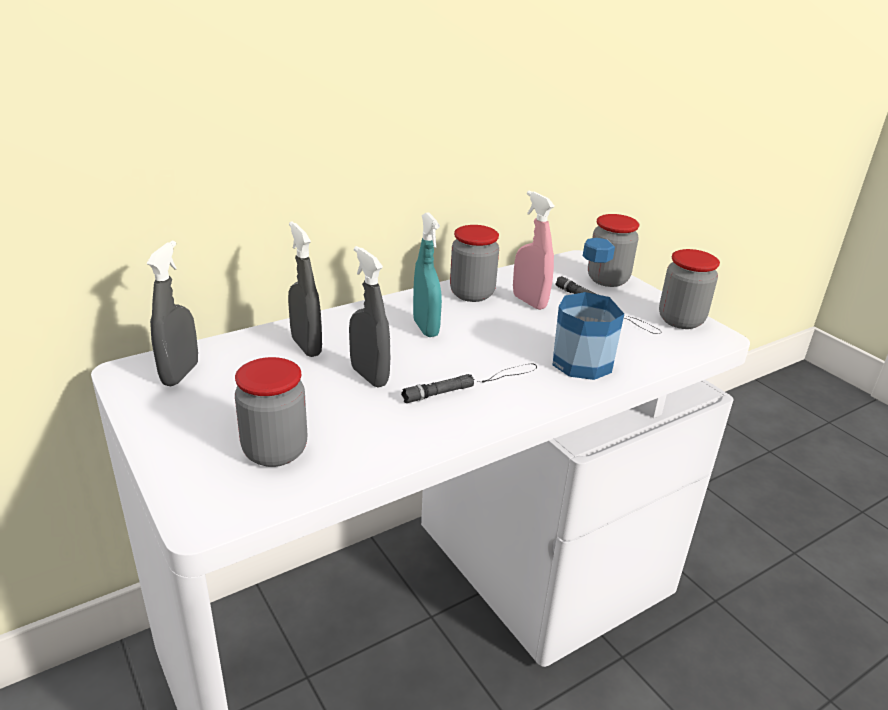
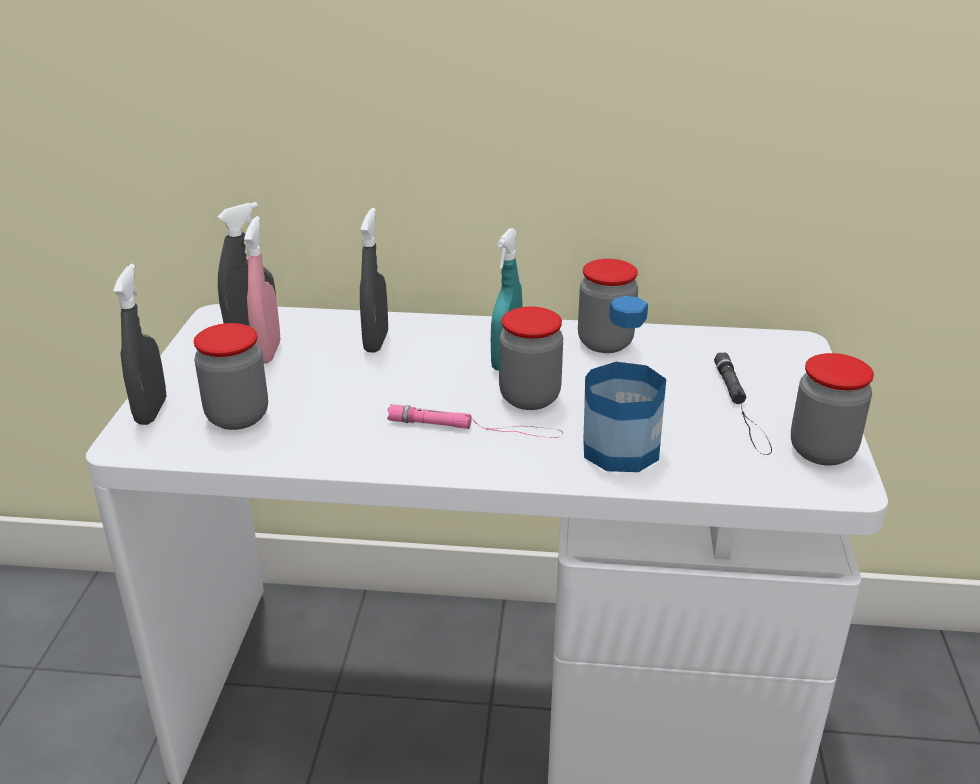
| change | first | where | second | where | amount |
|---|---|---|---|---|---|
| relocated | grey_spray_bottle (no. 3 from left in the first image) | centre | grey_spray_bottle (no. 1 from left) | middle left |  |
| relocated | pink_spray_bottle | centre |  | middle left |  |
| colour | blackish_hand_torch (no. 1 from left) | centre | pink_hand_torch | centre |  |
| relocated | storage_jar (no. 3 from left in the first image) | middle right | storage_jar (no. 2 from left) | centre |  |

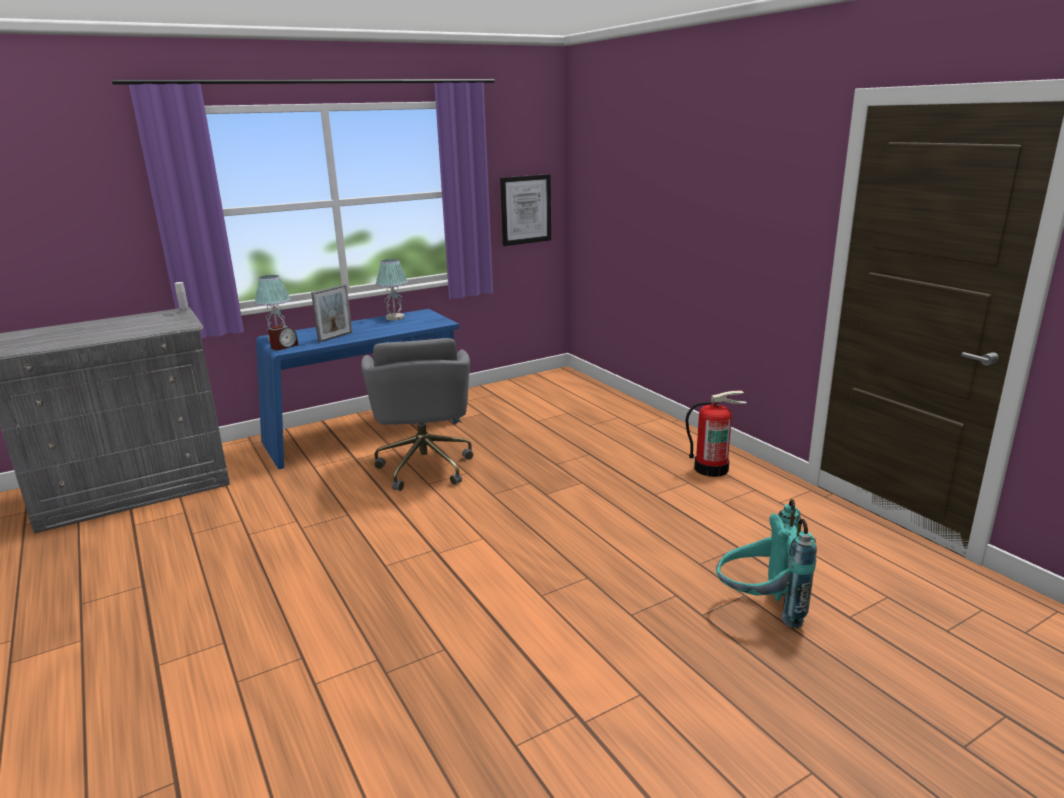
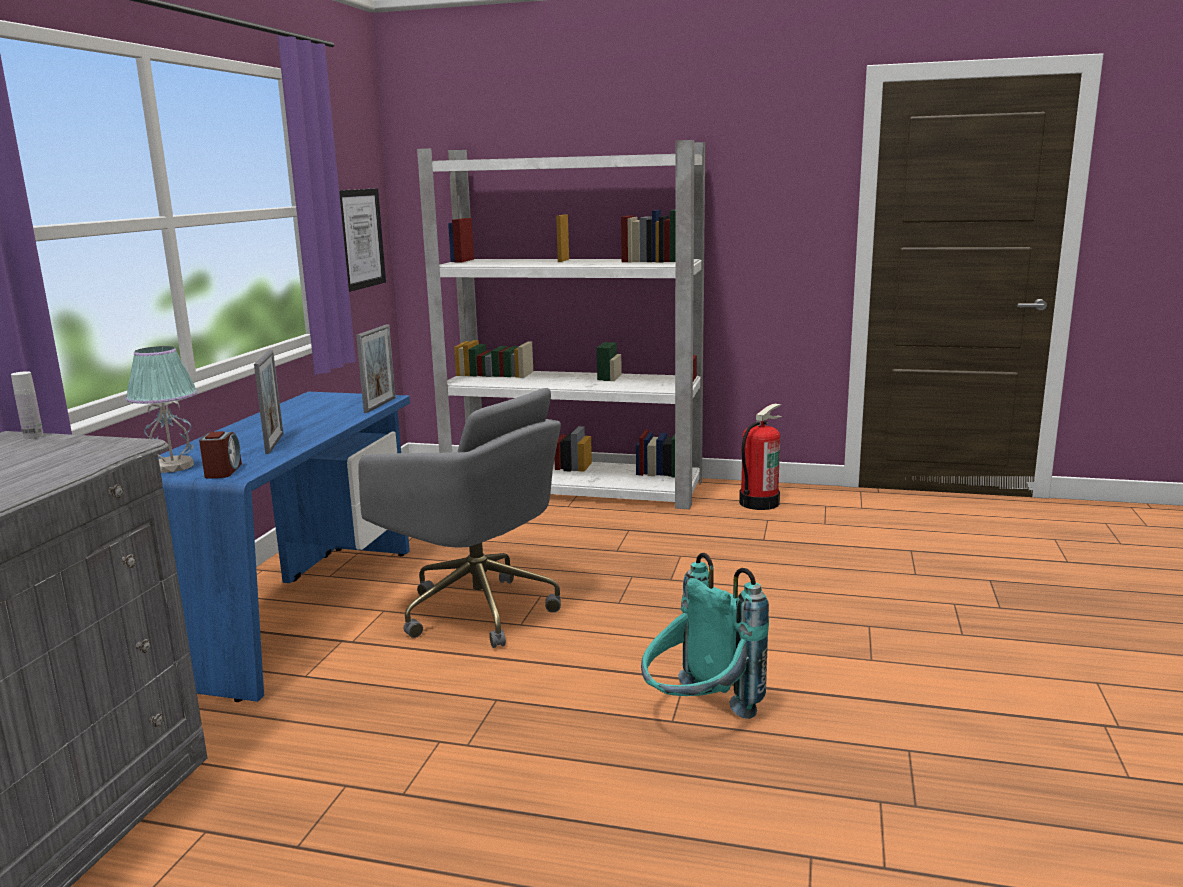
| change | first | where | second | where | amount |
|---|---|---|---|---|---|
| appeared |  |  | standing_frame (no. 2 from left) | middle left |  |
| appeared |  |  | white_shelving_unit | centre |  |
| relocated | blue-green_knapsack | bottom right |  | bottom centre |  |
| missing | lamp_for_a_table (no. 2 from left) | centre |  |  |  |

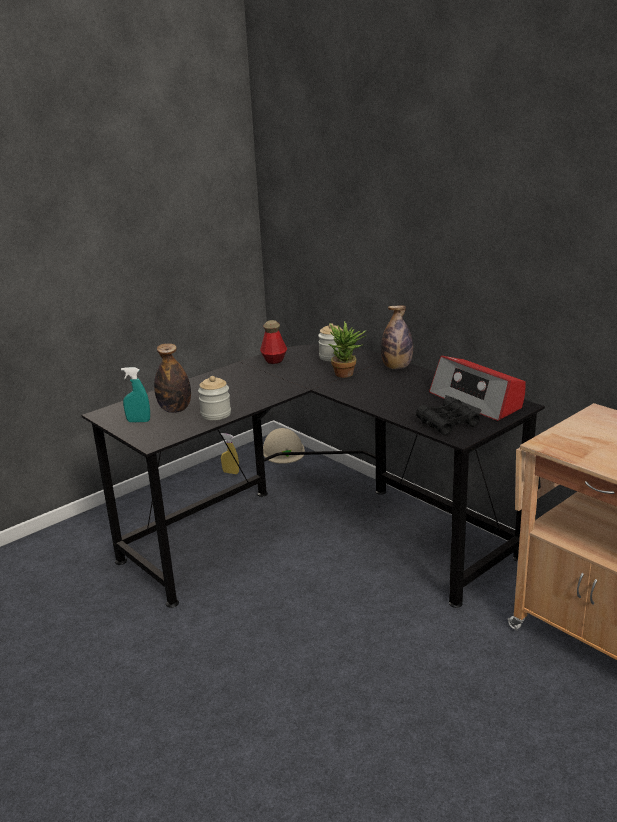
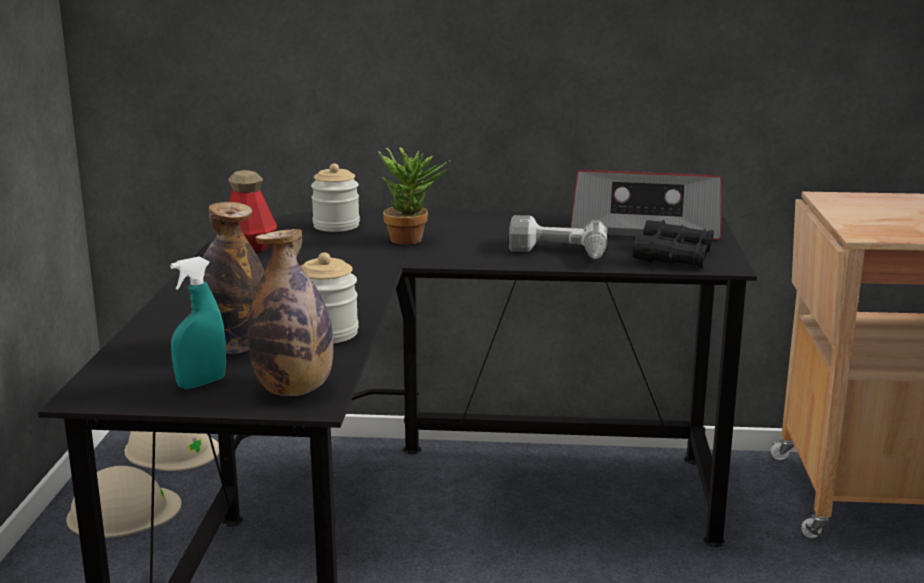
| change | first | where | second | where | amount |
|---|---|---|---|---|---|
| exchanged | yellow-coloured_spray_bottle | centre | beige-coloured_work_helmet (no. 1 from left) | bottom left |  |
| relocated | drink_bottle (no. 3 from left) | centre |  | middle left |  |
| appeared |  |  | power_drill | centre |  |

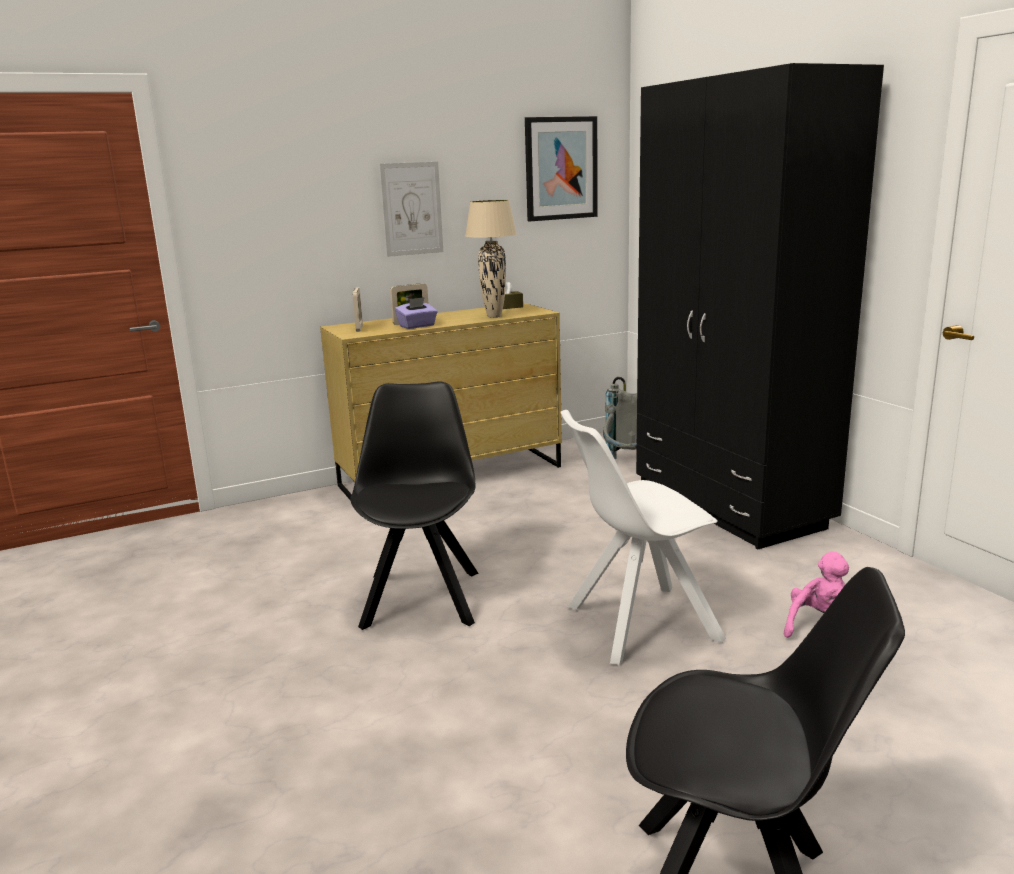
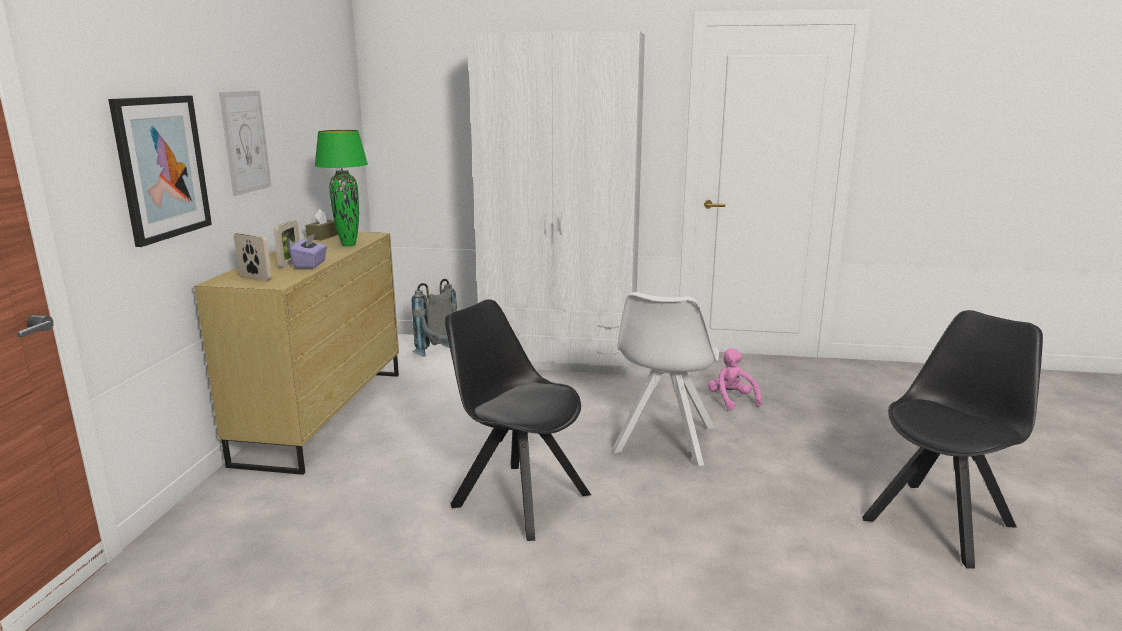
| change | first | where | second | where | amount |
|---|---|---|---|---|---|
| relocated | wall_picture (no. 2 from left in the first image) | top centre | wall_picture (no. 1 from left) | top left |  |
| colour | beige-coloured_lamp_for_a_table | top centre | green_lamp_for_a_table | top left |  |
| colour | blackish_clothes_cupboard | middle right | white_clothes_cupboard | top centre |  |

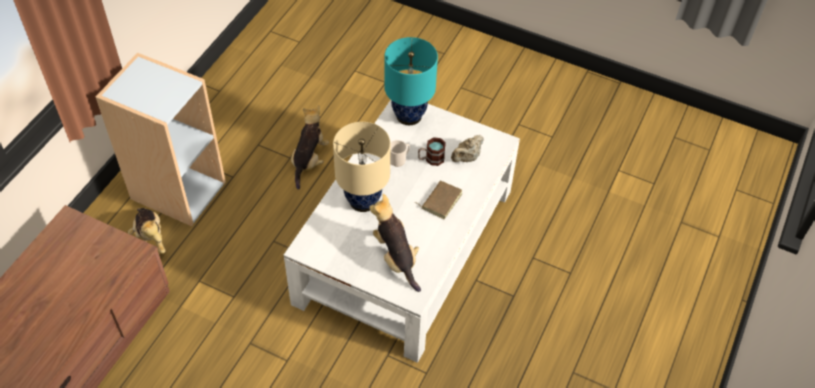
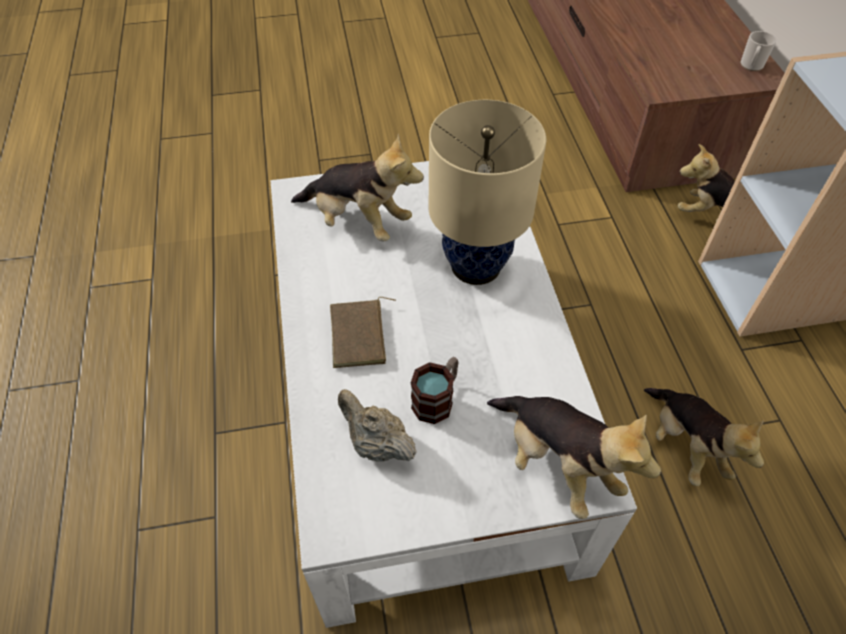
| change | first | where | second | where | amount |
|---|---|---|---|---|---|
| spun | beige-coloured_tea_pot | centre |  | bottom centre | 60 degrees counterclockwise |
| exchanged | blue-green_lamp_for_a_table | top centre | cuddly_toy (no. 2 from left) | bottom right |  |
| relocated | tea_mug (no. 1 from left in the first image) | centre | tea_mug (no. 2 from left) | top right |  |

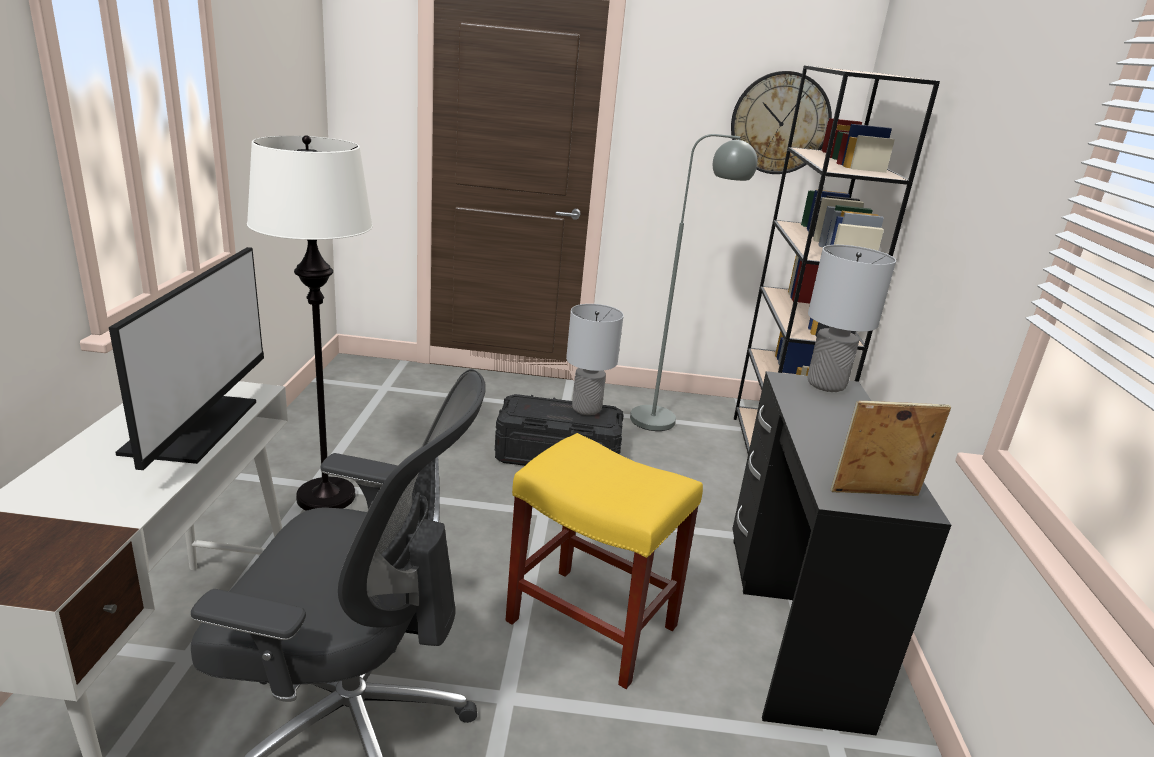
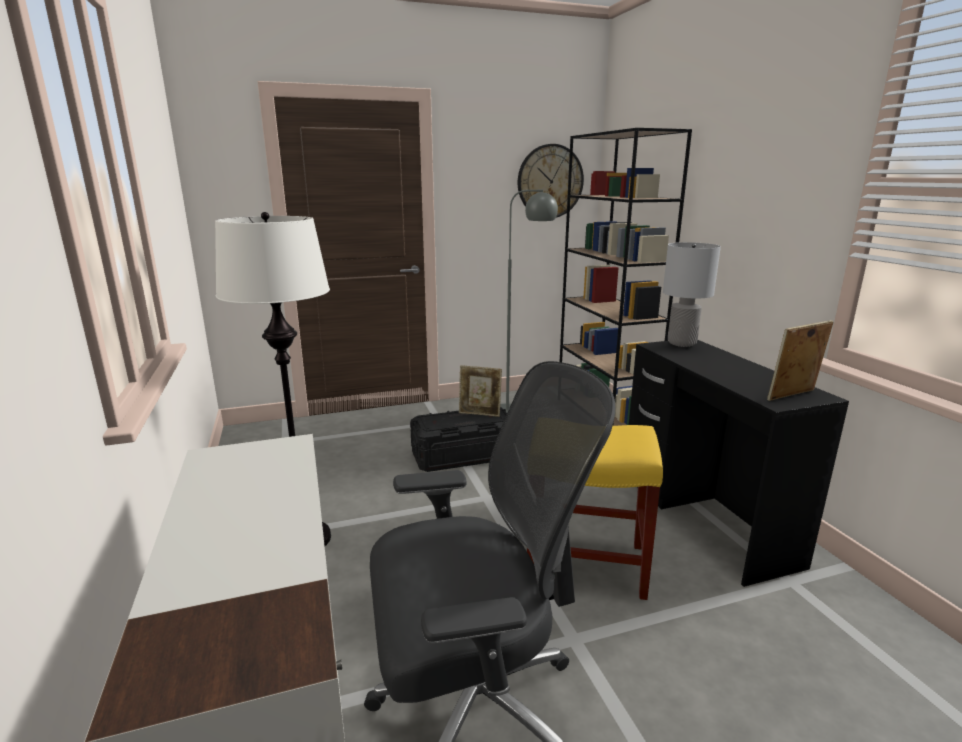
| change | first | where | second | where | amount |
|---|---|---|---|---|---|
| exchanged | grey_lamp_for_a_table (no. 1 from left) | centre | standing_frame (no. 1 from left) | centre |  |
| missing | computer_screen | middle left |  |  |  |

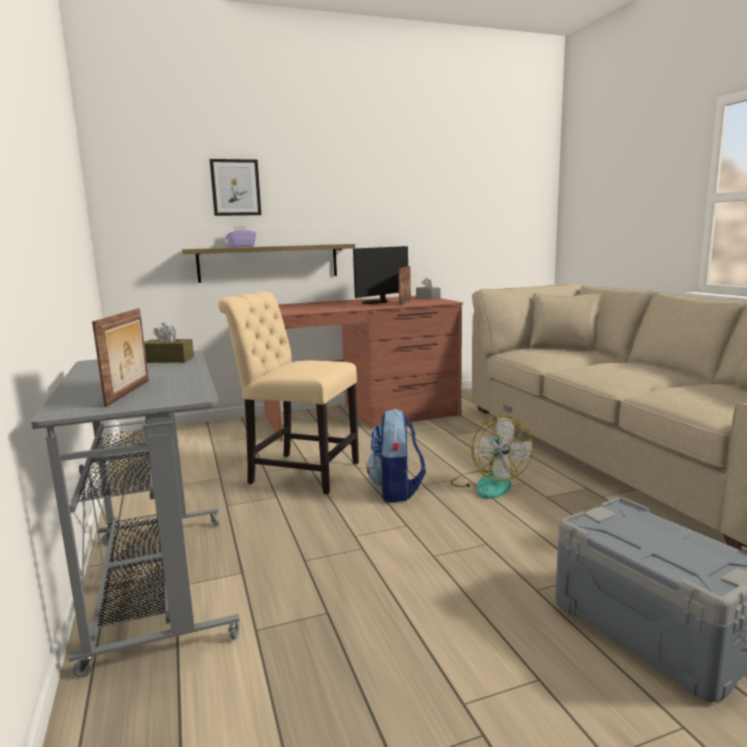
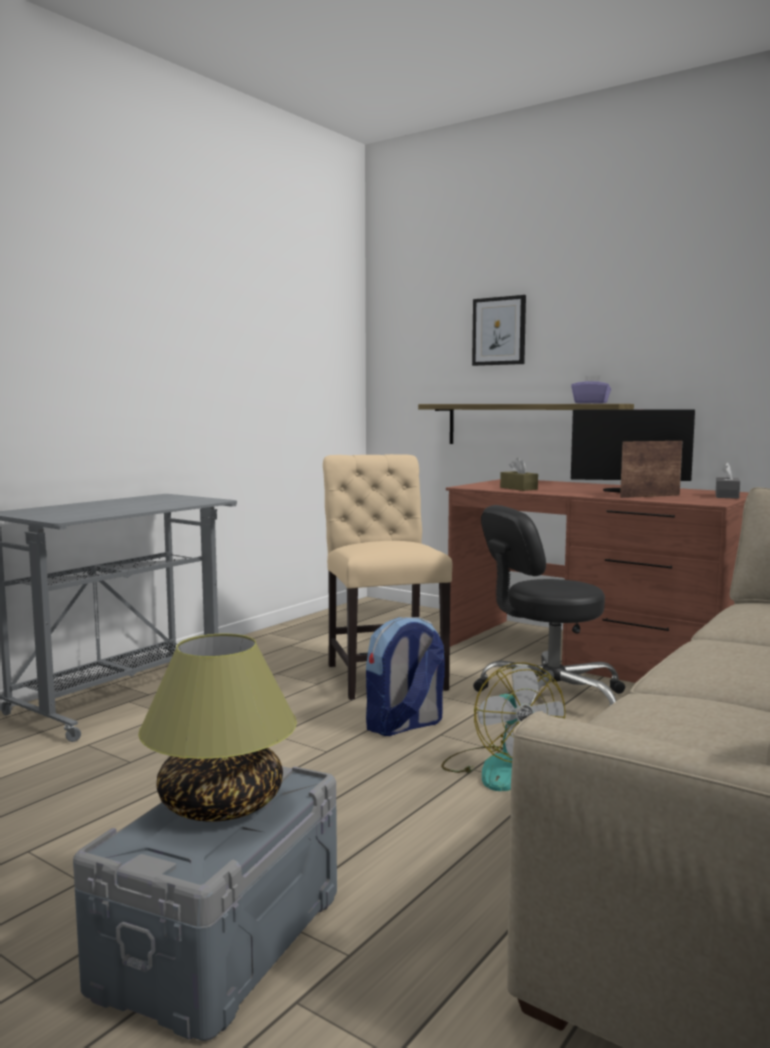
| change | first | where | second | where | amount |
|---|---|---|---|---|---|
| appeared |  |  | lamp_for_a_table | bottom left |  |
| spun | cooling_fan | centre |  | bottom centre | 60 degrees counterclockwise |
| appeared |  |  | blackish_office_chair | middle right |  |
| relocated | brownish_box_of_tissues | middle left |  | middle right |  |
| relocated | purple-coloured_box_of_tissues | top left |  | middle right |  |
| missing | standing_frame (no. 1 from left) | middle left |  |  |  |

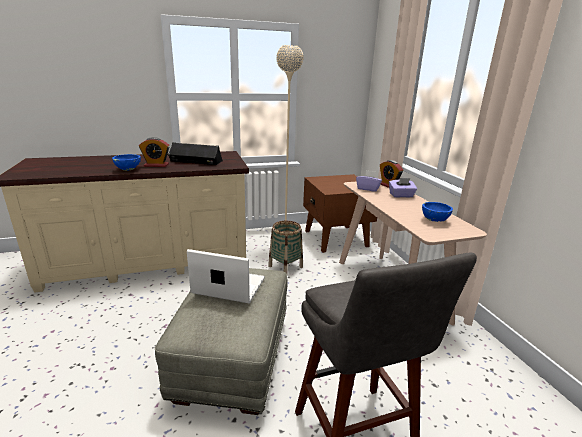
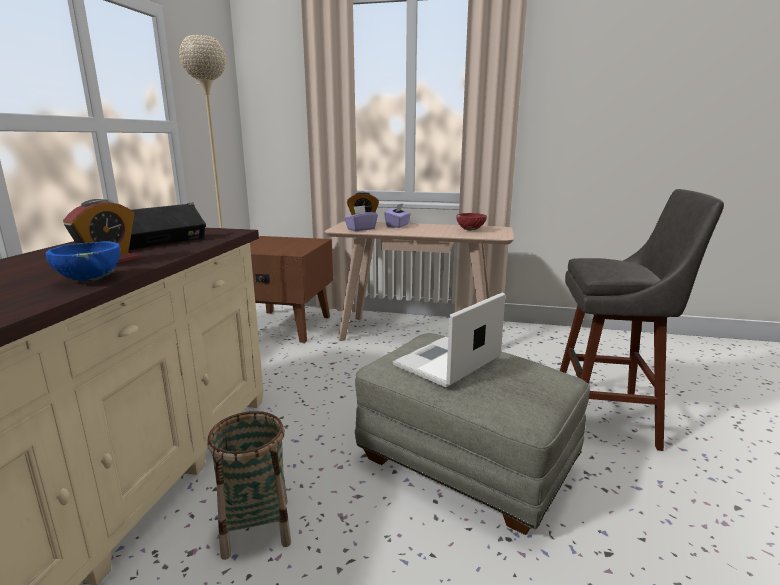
| change | first | where | second | where | amount |
|---|---|---|---|---|---|
| relocated | storage_basket | centre |  | bottom left |  |
| colour | blue_bowl (no. 2 from left) | middle right | reddish_bowl | centre |  |

